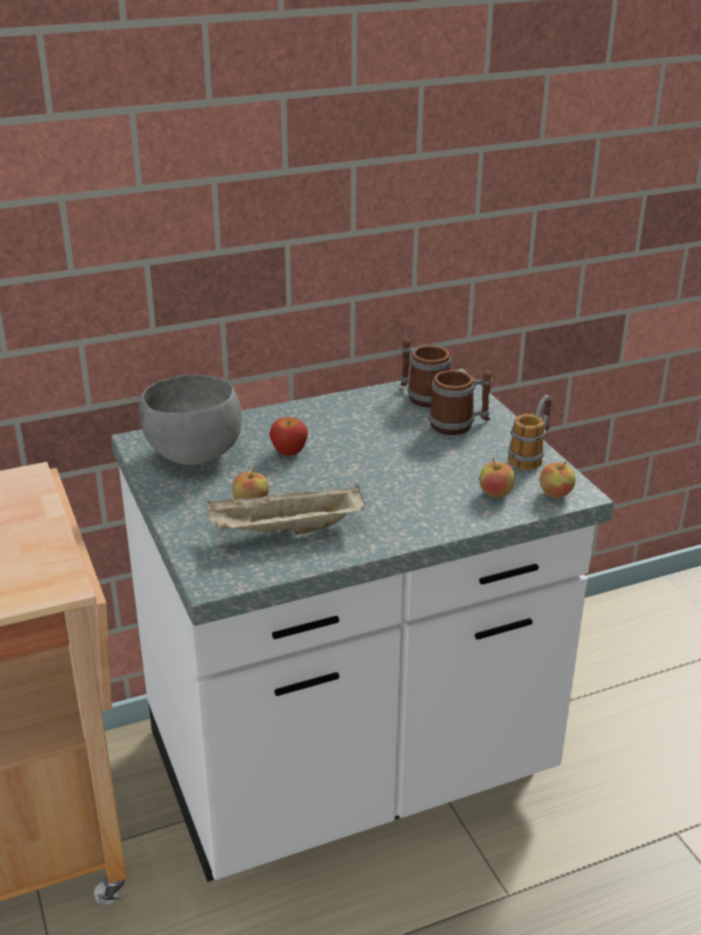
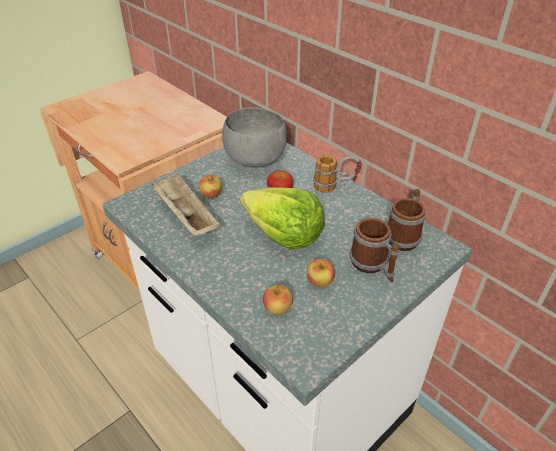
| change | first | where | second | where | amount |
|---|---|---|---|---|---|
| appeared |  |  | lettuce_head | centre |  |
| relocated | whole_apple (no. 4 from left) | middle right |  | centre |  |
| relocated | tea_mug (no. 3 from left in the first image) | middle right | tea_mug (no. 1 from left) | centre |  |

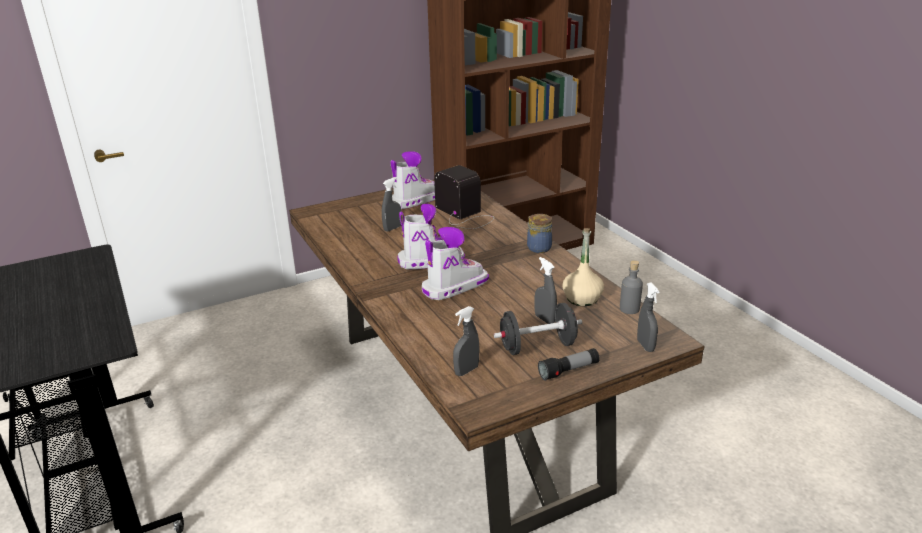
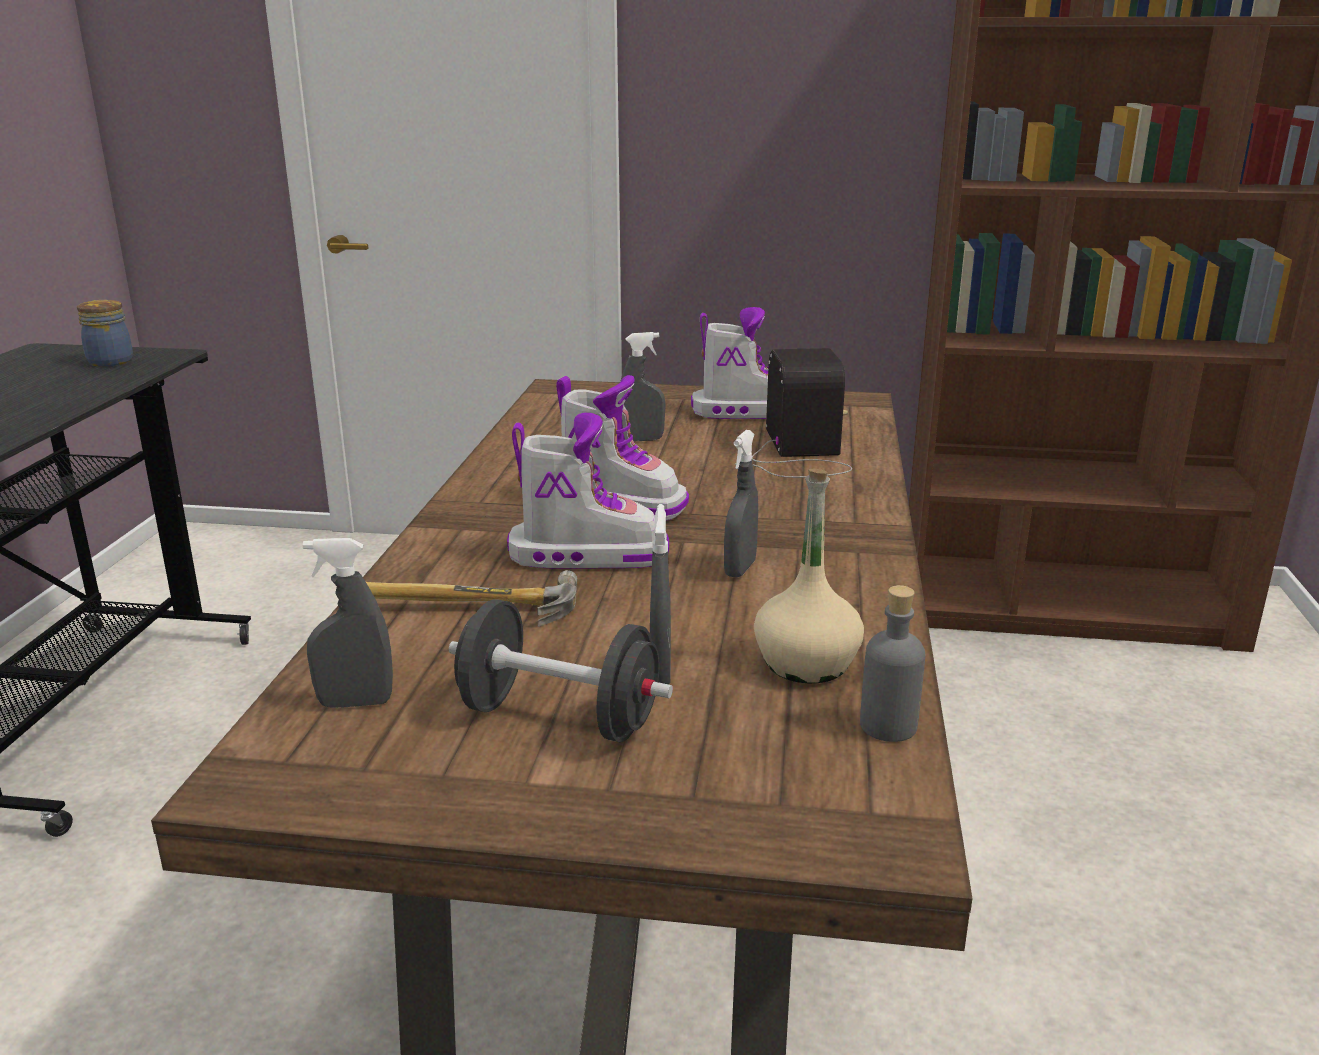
| change | first | where | second | where | amount |
|---|---|---|---|---|---|
| relocated | storage_jar | centre |  | top left |  |
| appeared |  |  | hammer | centre |  |
| relocated | grey_spray_bottle (no. 4 from left) | middle right |  | centre |  |
| missing | hand_torch | bottom centre |  |  |  |

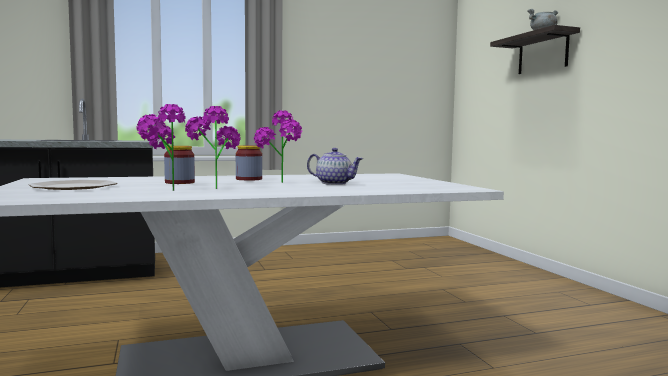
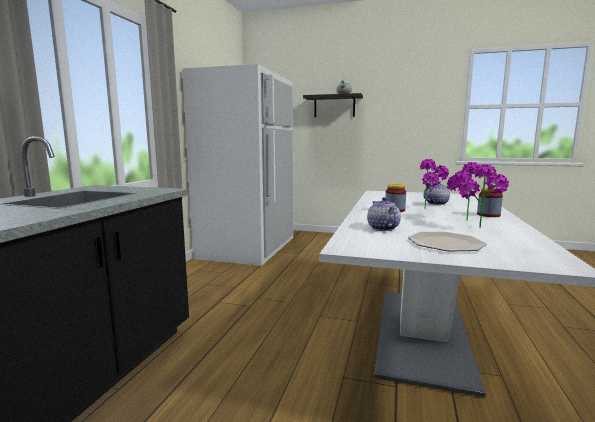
| change | first | where | second | where | amount |
|---|---|---|---|---|---|
| appeared |  |  | white_kitchen_fridge | centre |  |
| appeared |  |  | tea_pot (no. 1 from left) | centre |  |
| relocated | storage_jar (no. 1 from left in the first image) | middle left | storage_jar (no. 2 from left) | middle right |  |

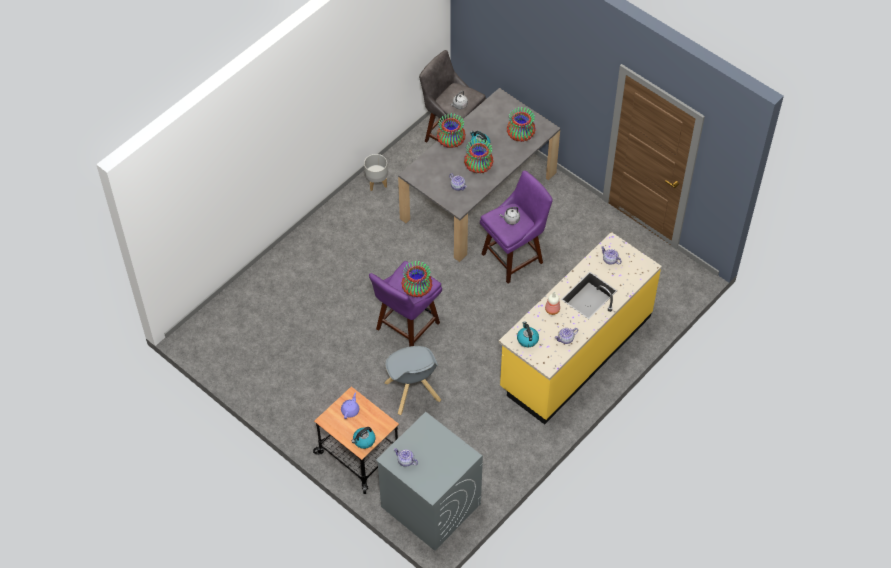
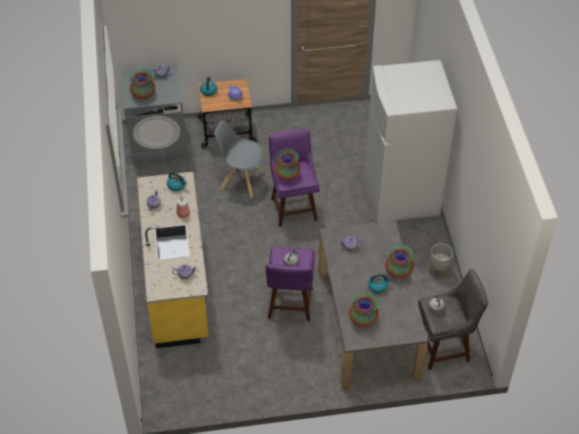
| change | first | where | second | where | amount |
|---|---|---|---|---|---|
| relocated | decorative_vase (no. 3 from left in the first image) | top centre | decorative_vase (no. 1 from left) | top left |  |
| appeared |  |  | white_kitchen_fridge | top right |  |

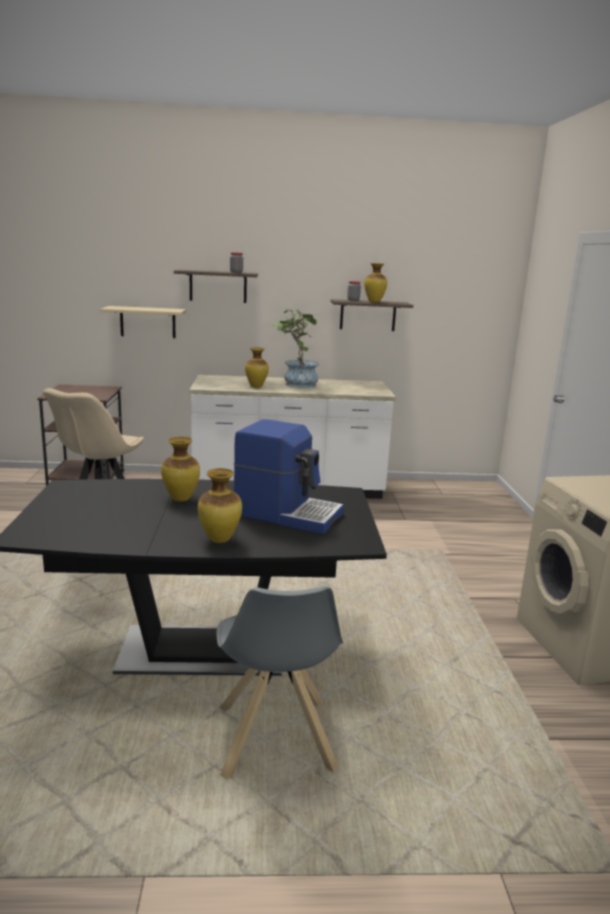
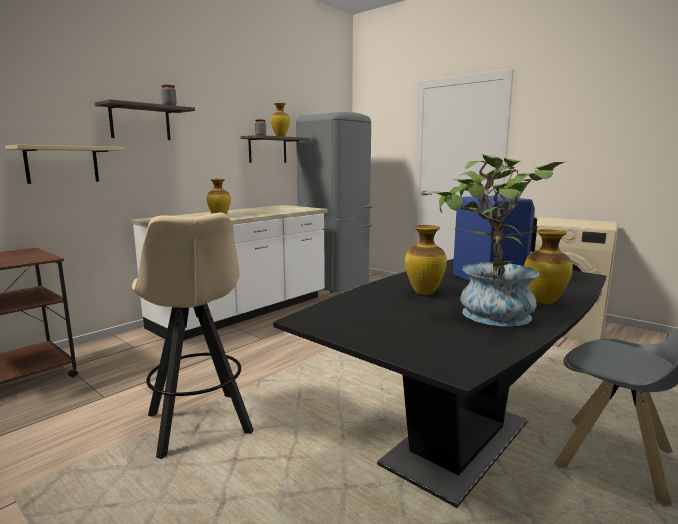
| change | first | where | second | where | amount |
|---|---|---|---|---|---|
| appeared |  |  | grey_kitchen_fridge | centre |  |
| relocated | houseplant | centre |  | middle right |  |

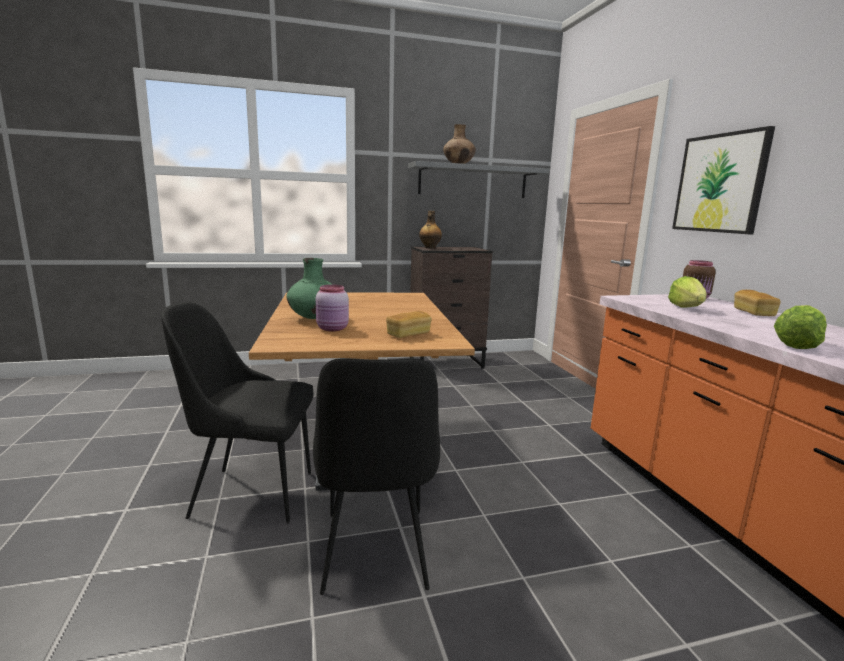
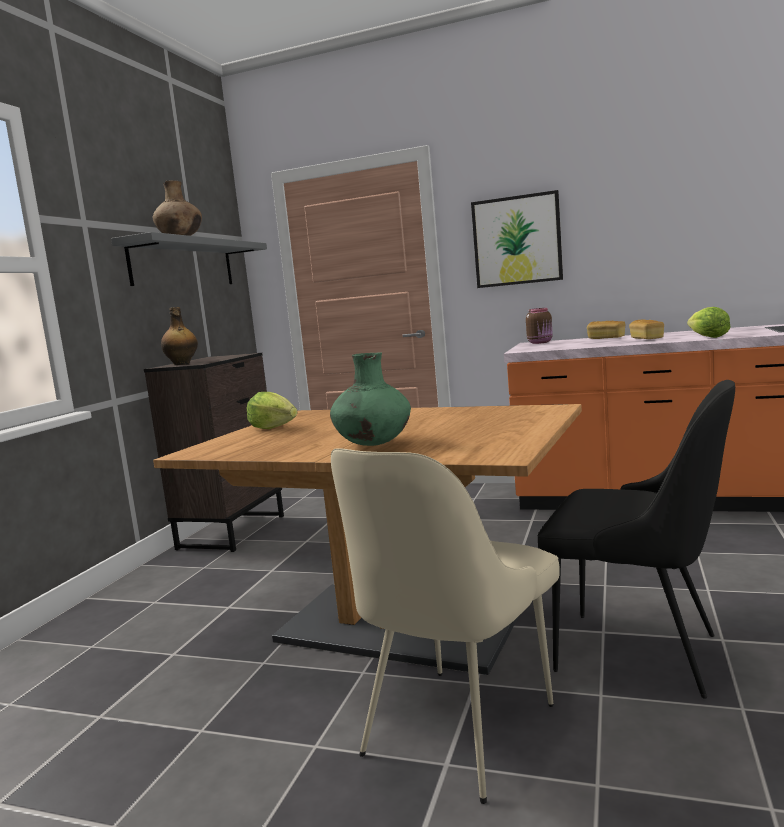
| change | first | where | second | where | amount |
|---|---|---|---|---|---|
| relocated | lettuce_head (no. 1 from left) | middle right |  | centre |  |
| colour | blackish_plain_chair (no. 1 from left) | middle left | beige-coloured_plain_chair | bottom centre |  |
| relocated | baked_bread (no. 1 from left in the first image) | centre | baked_bread (no. 2 from left) | middle right |  |
| missing | pink_storage_jar | centre |  |  |  |

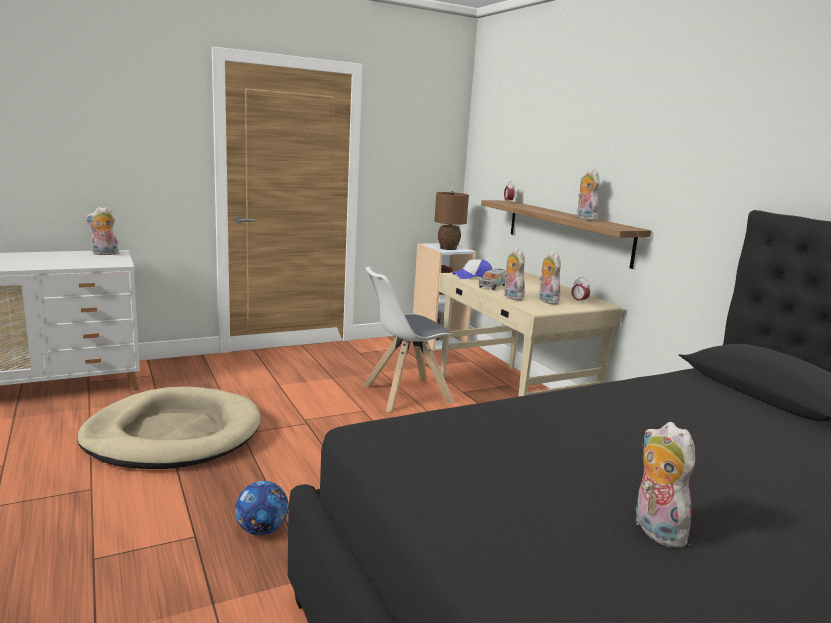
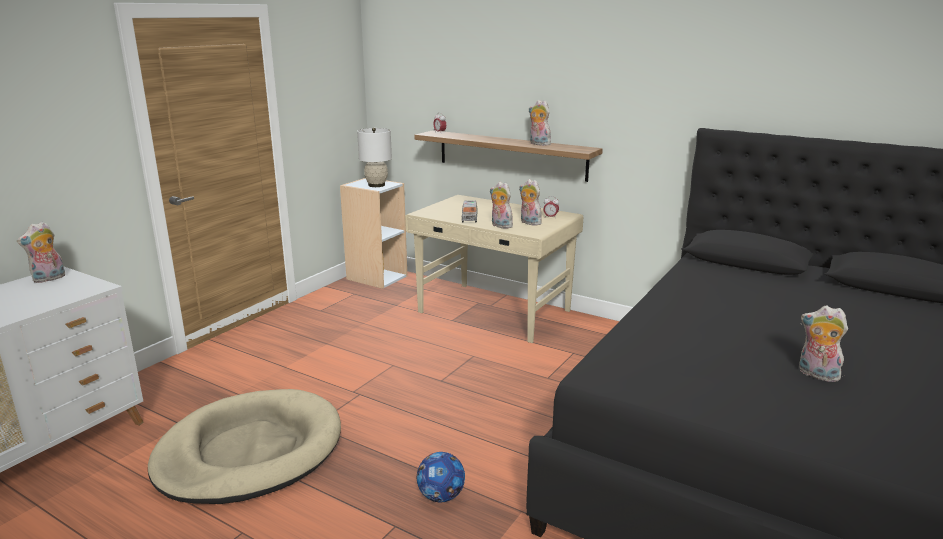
| change | first | where | second | where | amount |
|---|---|---|---|---|---|
| colour | brownish_lamp_for_a_table | centre | white_lamp_for_a_table | top centre |  |
| missing | plain_chair | centre |  |  |  |
| missing | cap | centre |  |  |  |

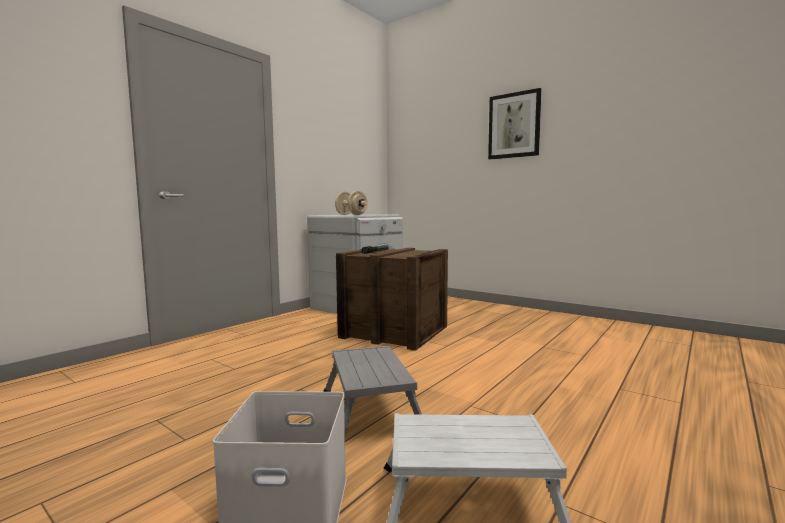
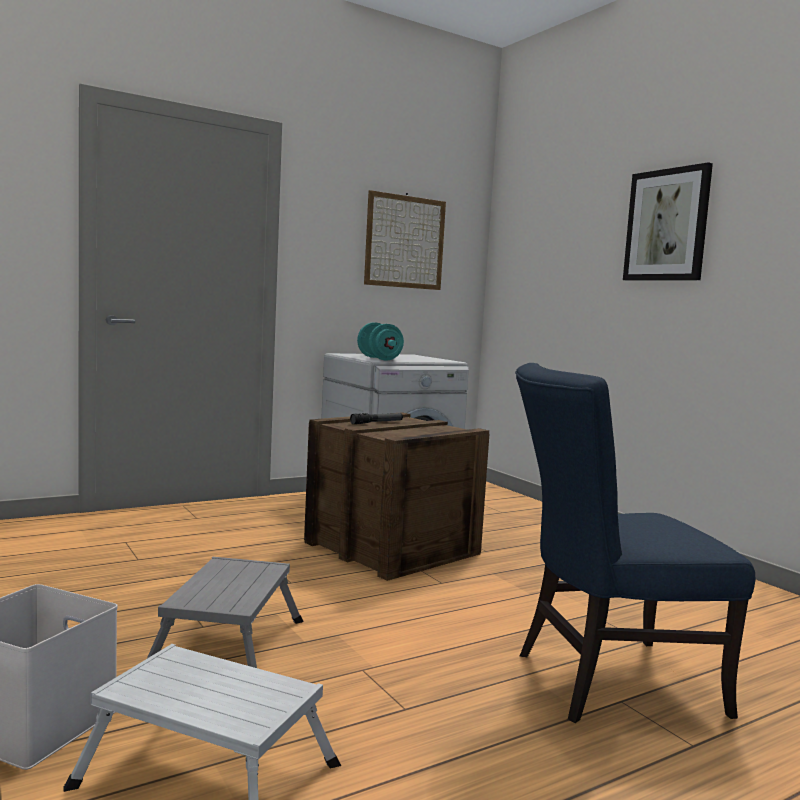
| change | first | where | second | where | amount |
|---|---|---|---|---|---|
| colour | beige-coloured_hand_weight | centre | blue-green_hand_weight | centre |  |
| appeared |  |  | wall_picture (no. 1 from left) | top centre |  |
| appeared |  |  | blue_plain_chair | bottom right |  |

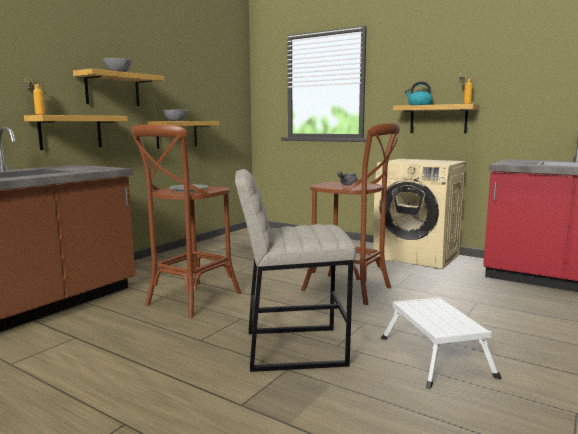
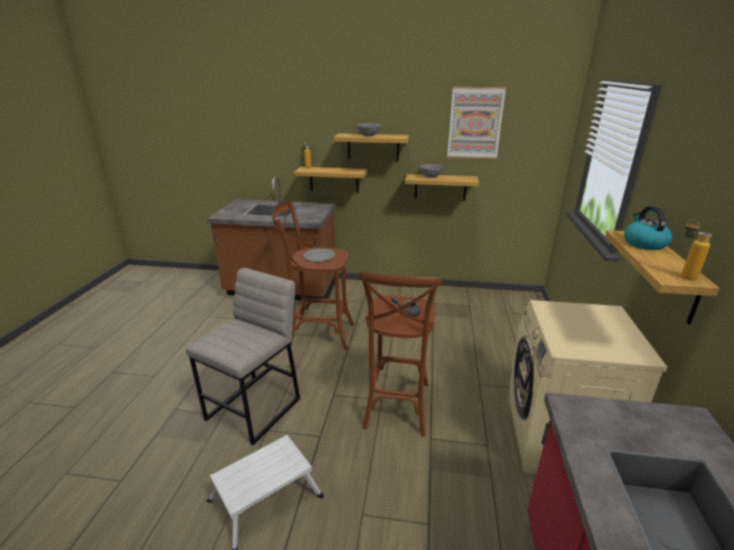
| change | first | where | second | where | amount |
|---|---|---|---|---|---|
| spun | grey_plain_chair | centre |  | middle left | 60 degrees clockwise |
| appeared |  |  | wall_picture | top centre |  |

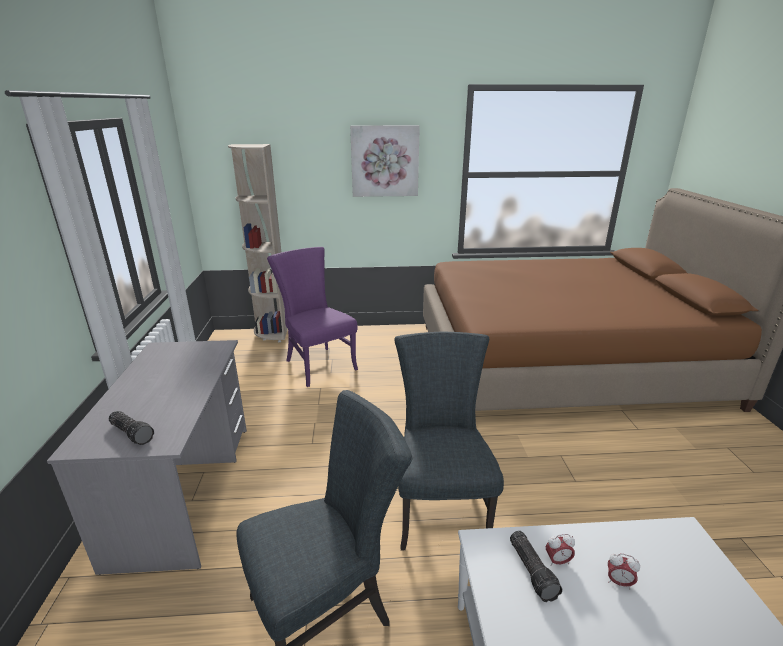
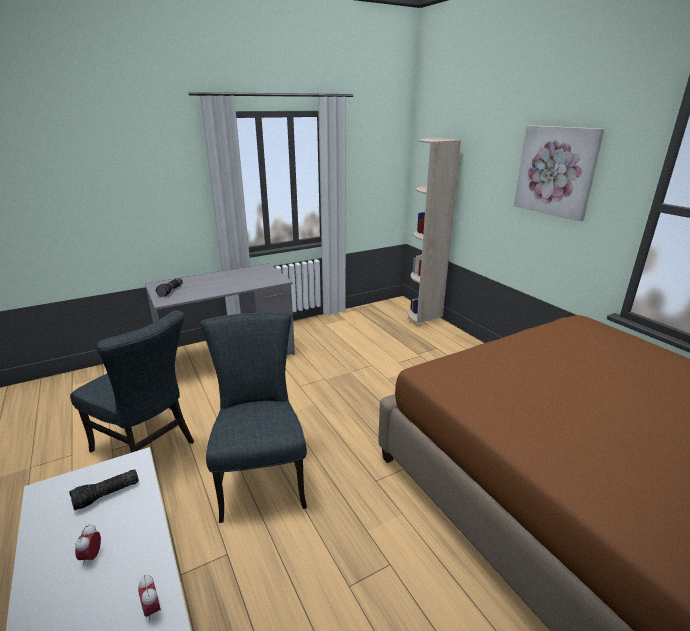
| change | first | where | second | where | amount |
|---|---|---|---|---|---|
| relocated | alarm_clock (no. 1 from left in the first image) | bottom right | alarm_clock (no. 2 from left) | bottom left |  |
| spun | grey_plain_chair (no. 2 from left) | bottom centre |  | centre | 75 degrees counterclockwise |
| missing | purple-coloured_plain_chair | centre |  |  |  |

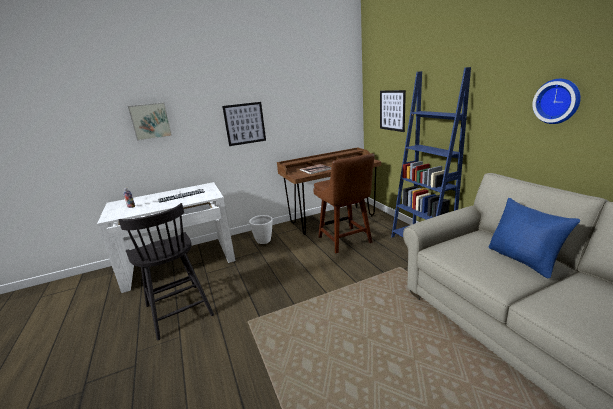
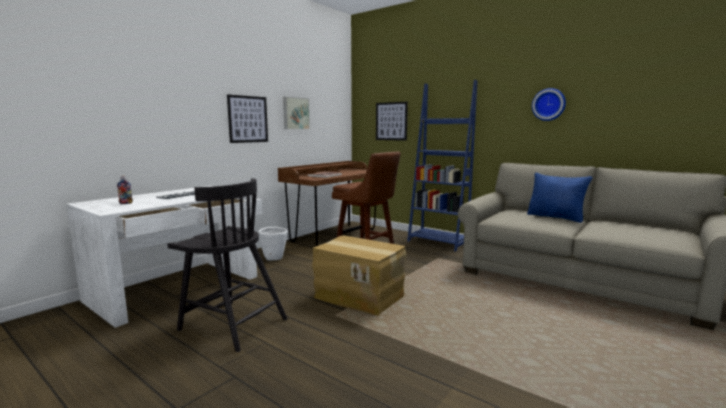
| change | first | where | second | where | amount |
|---|---|---|---|---|---|
| relocated | wall_picture (no. 1 from left in the first image) | top left | wall_picture (no. 2 from left) | top centre |  |
| appeared |  |  | packing_box | bottom centre |  |

